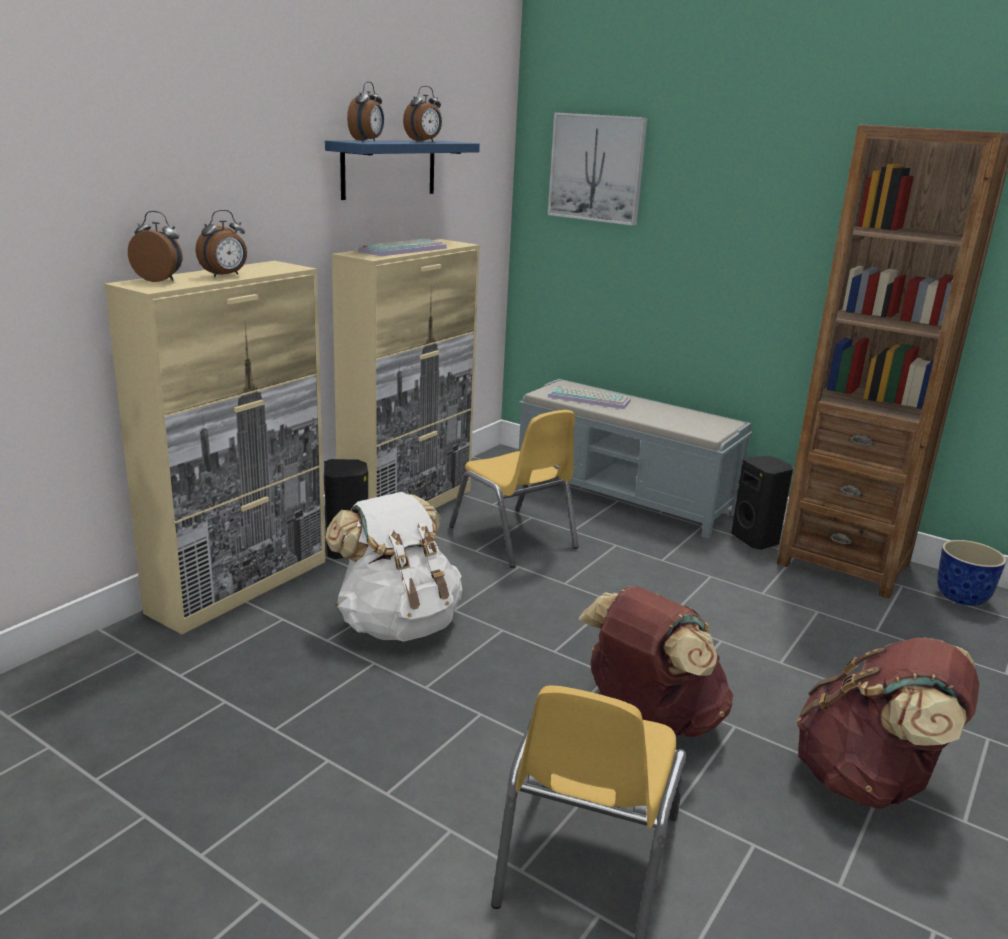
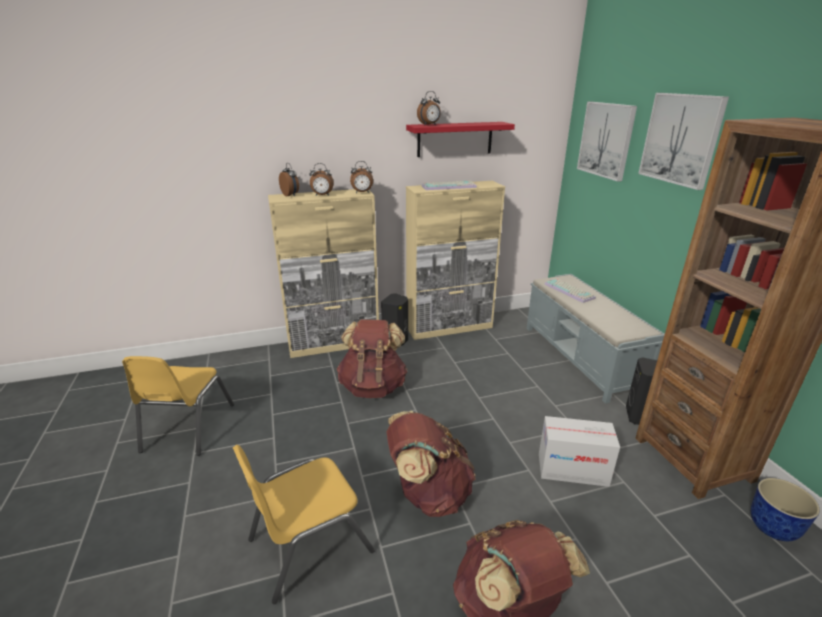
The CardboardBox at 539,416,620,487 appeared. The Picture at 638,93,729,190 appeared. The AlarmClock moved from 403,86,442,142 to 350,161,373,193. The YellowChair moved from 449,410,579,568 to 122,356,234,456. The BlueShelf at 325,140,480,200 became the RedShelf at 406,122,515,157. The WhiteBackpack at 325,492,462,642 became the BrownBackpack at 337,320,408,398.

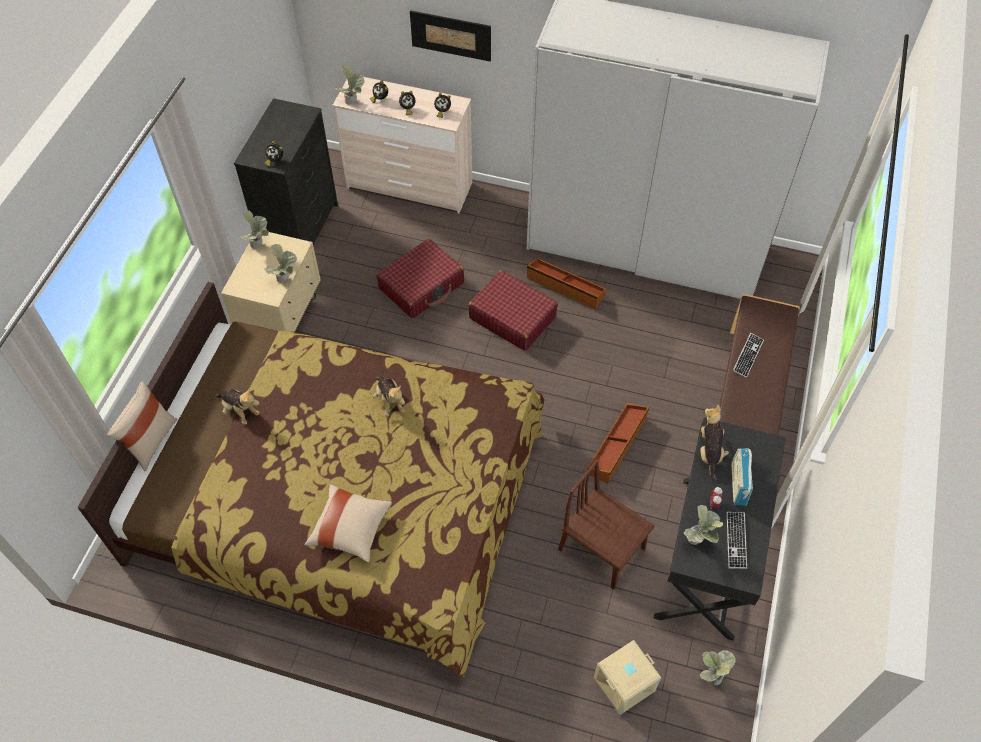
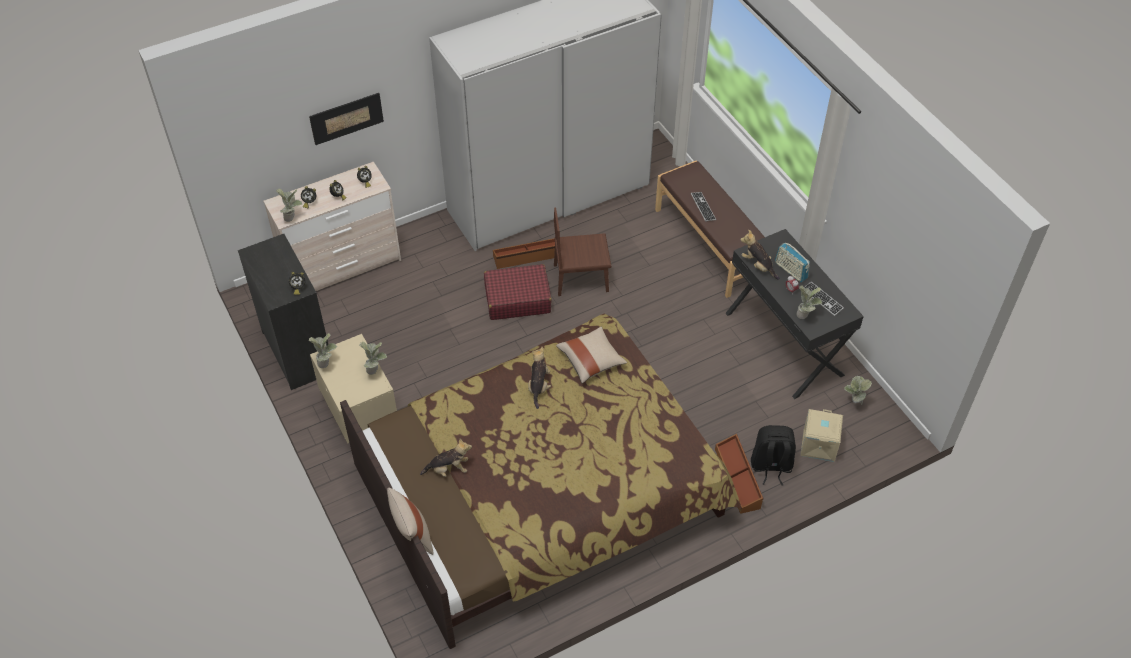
The RedSuitcase at 376,239,464,318 disappeared. The BlackBackpack at 751,425,796,486 appeared. The BeigePillow moved from 304,485,392,563 to 556,327,627,383. The BrownChair moved from 558,460,654,590 to 554,208,611,296. The BrownStorageBox moved from 587,403,650,484 to 715,434,763,514. The PlushToy at 373,376,405,416 turned 105 degrees counterclockwise.

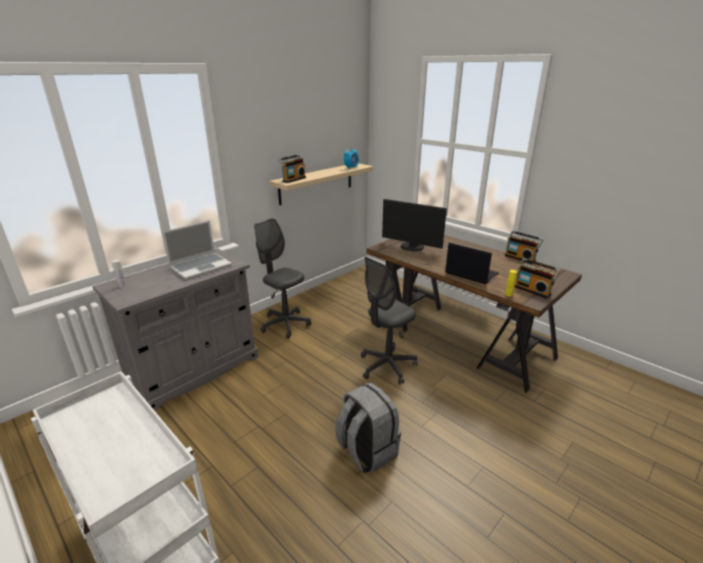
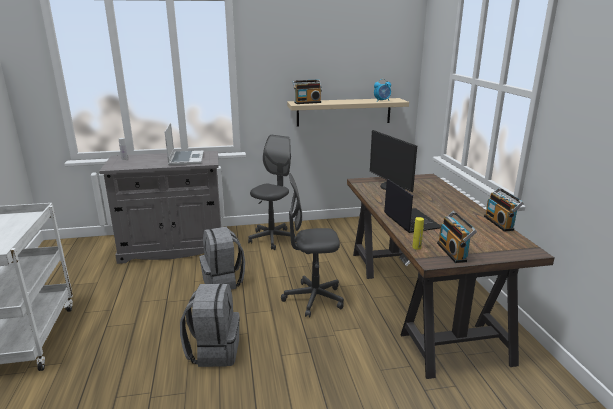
The GreyBackpack at 200,227,245,290 appeared. The Laptop at 162,220,232,280 turned 90 degrees counterclockwise. The GreyOfficeChair at 254,218,311,339 turned 45 degrees clockwise.

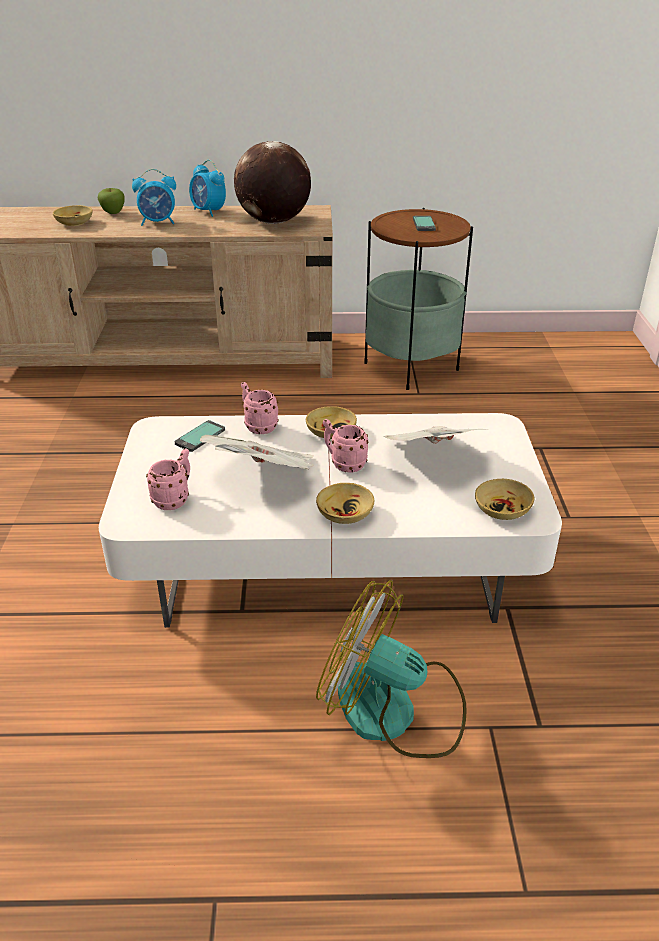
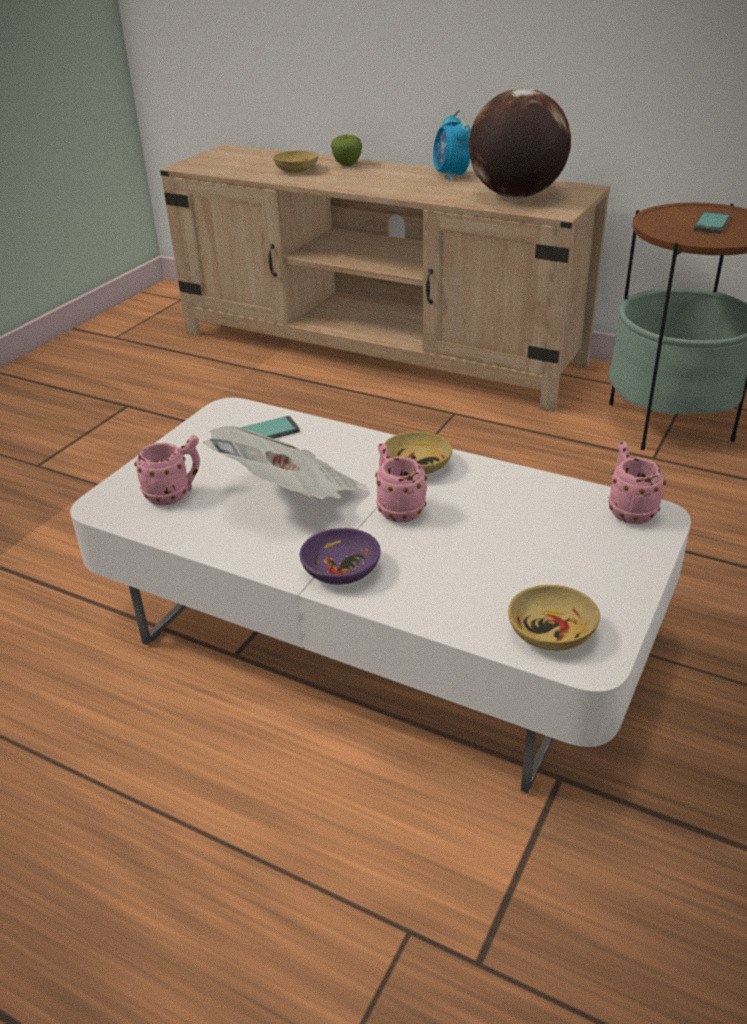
The AlarmClock at 132,169,176,226 disappeared. The Fan at 316,580,467,758 disappeared. The Newspaper at 383,426,488,444 disappeared. The PinkMug moved from 241,382,279,434 to 608,441,666,524. The BeigeBowl at 316,483,374,524 became the PurpleBowl at 299,528,381,585.

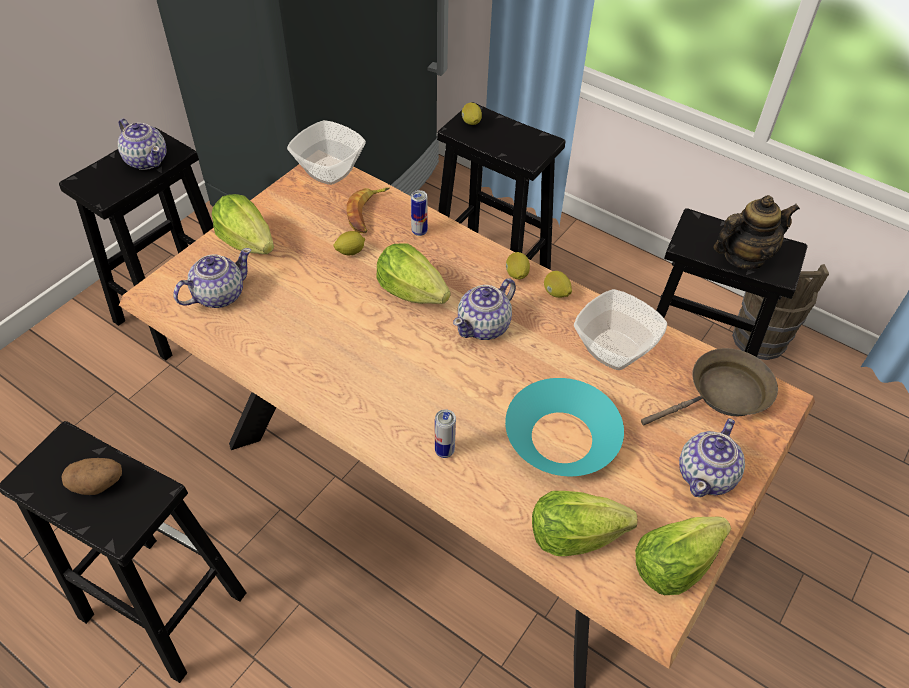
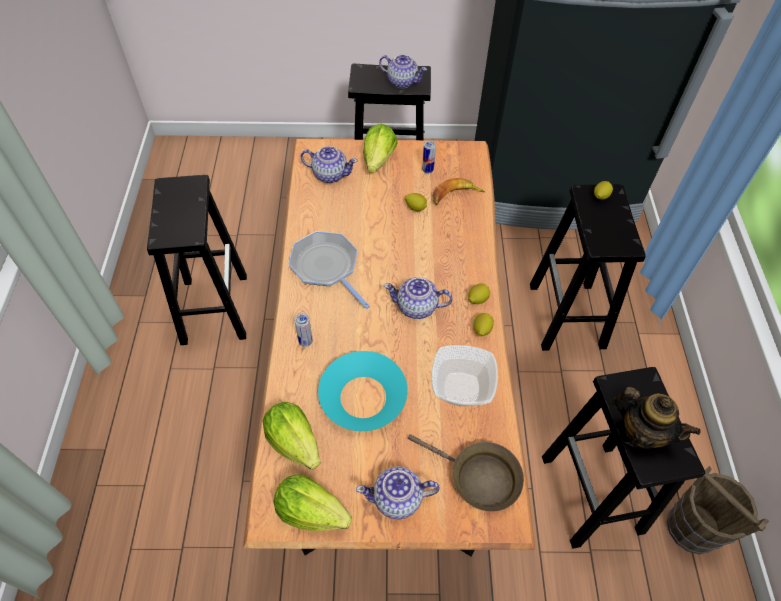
The Potato at 62,458,122,495 disappeared. The Bowl at 287,120,366,185 disappeared. The Lettuce at 376,243,450,304 disappeared. The FryingPan at 288,231,370,309 appeared. The Can moved from 411,190,428,236 to 422,141,436,174. The Teapot at 118,118,166,170 turned 75 degrees counterclockwise.

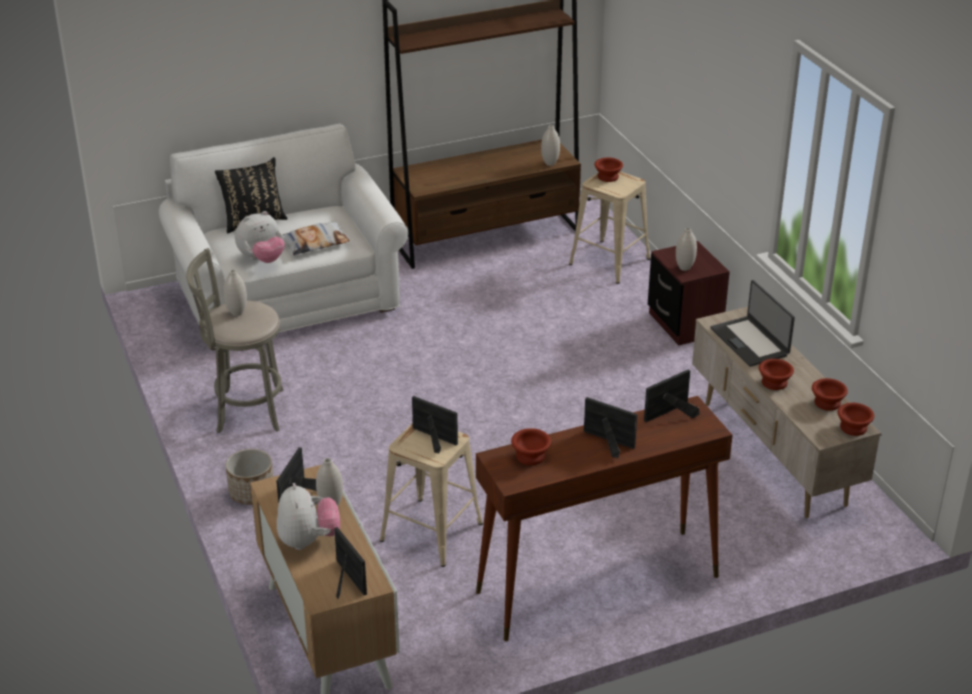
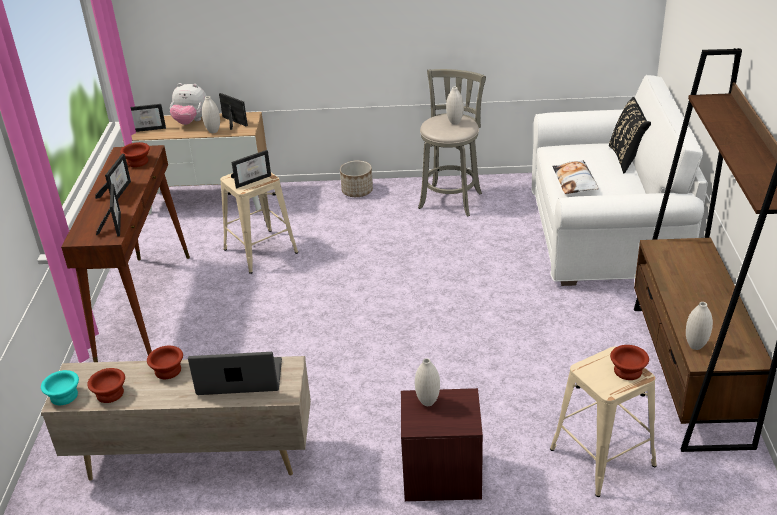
The PlushToy at 235,211,285,263 disappeared. The BrownBowl at 838,403,874,436 became the TurquoiseBowl at 41,370,79,405. The PictureFrame at 584,397,637,458 turned 45 degrees counterclockwise.

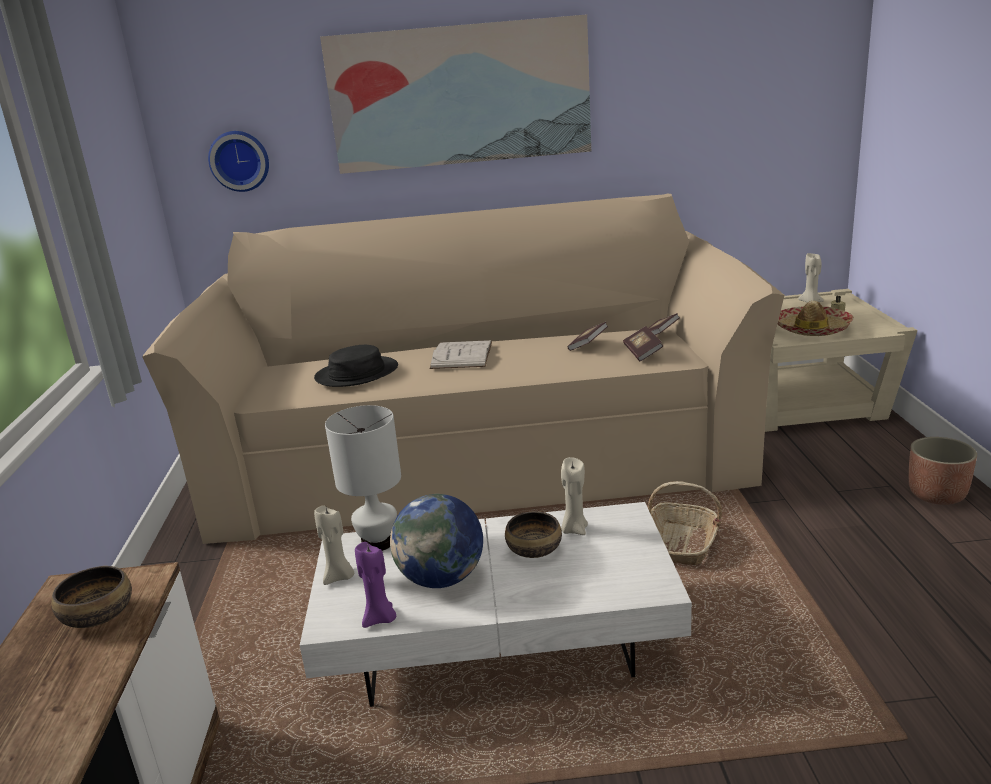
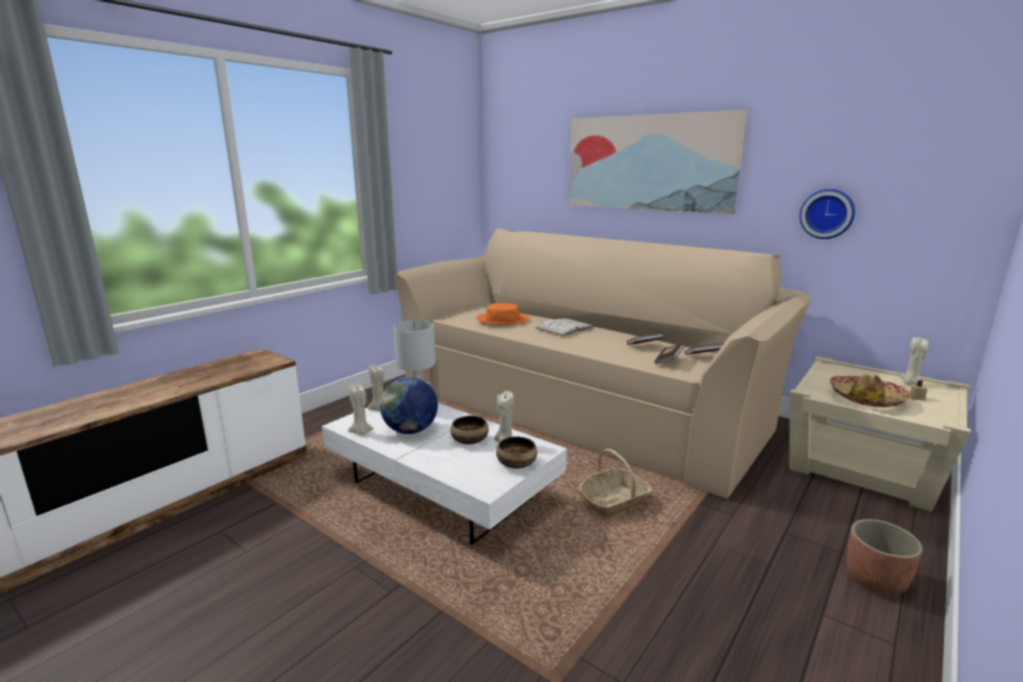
The Bowl moved from 51,566,132,628 to 496,436,537,469. The WallClock moved from 208,131,269,192 to 800,189,855,239. The BlackHat at 314,345,398,387 became the OrangeHat at 476,303,529,325. The PurpleCandle at 355,542,396,628 became the BeigeCandle at 348,384,374,436.

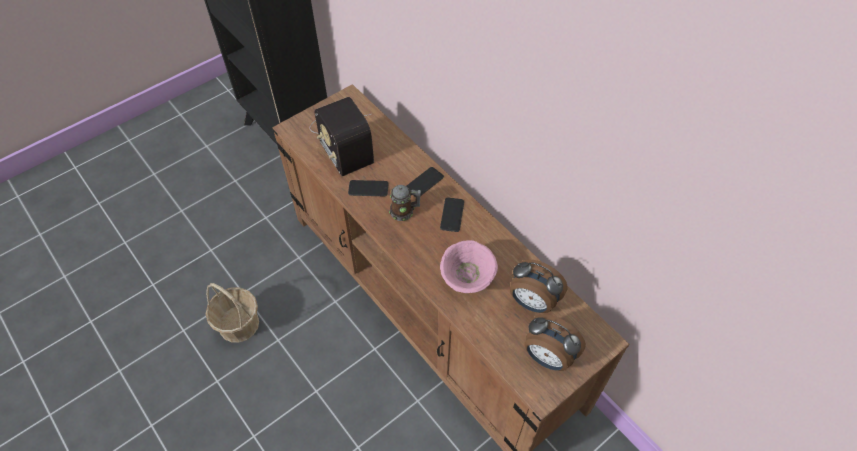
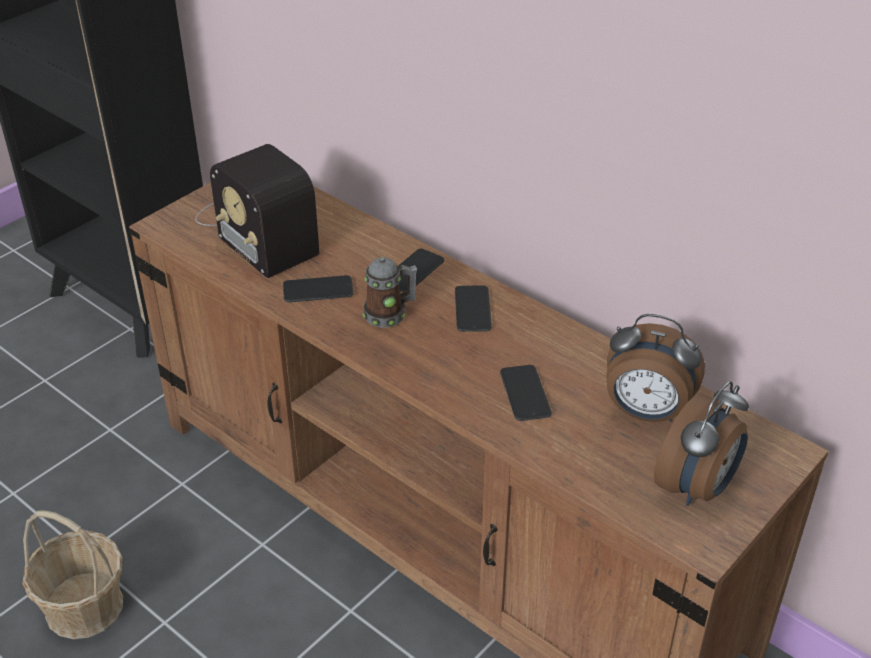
The PinkBowl at 440,240,498,293 was replaced by the Phone at 500,365,552,421. The AlarmClock at 524,314,586,371 turned 75 degrees counterclockwise.

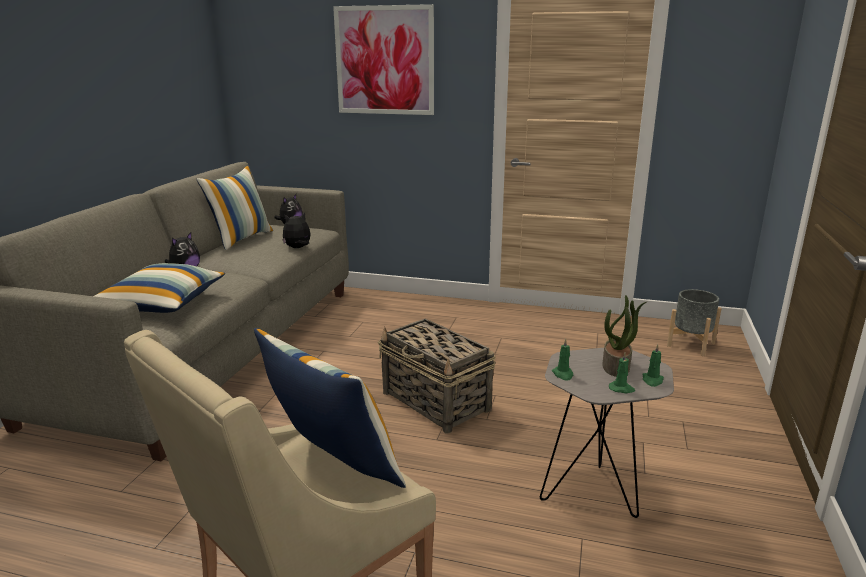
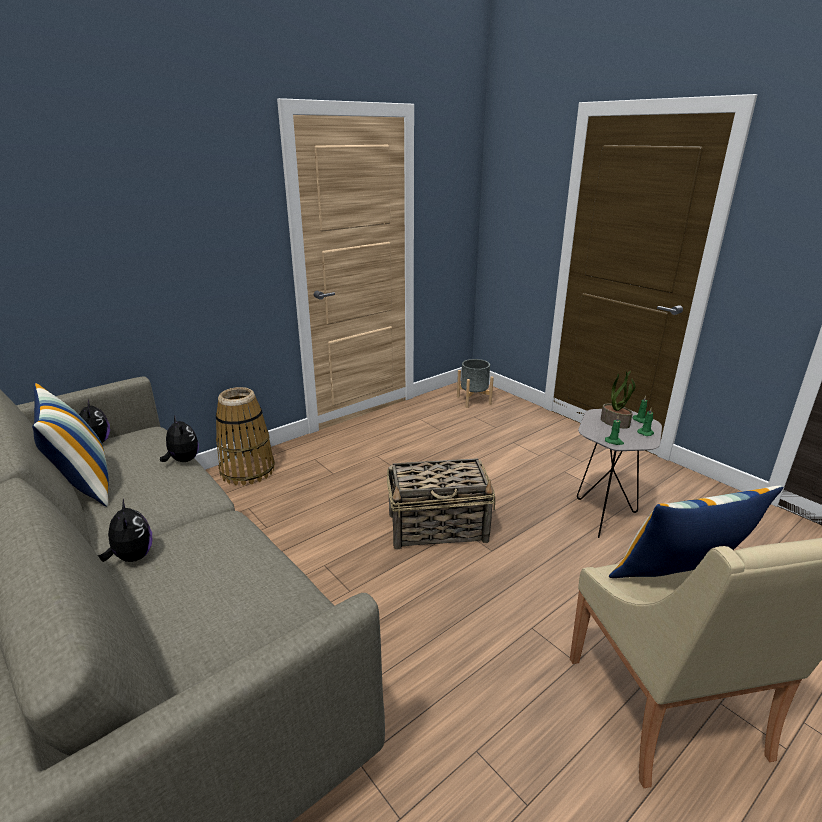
The Pillow at 95,263,225,313 disappeared. The Picture at 333,4,434,115 disappeared. The Basket at 216,387,275,486 appeared. The PlushToy at 283,213,310,248 turned 135 degrees clockwise.

